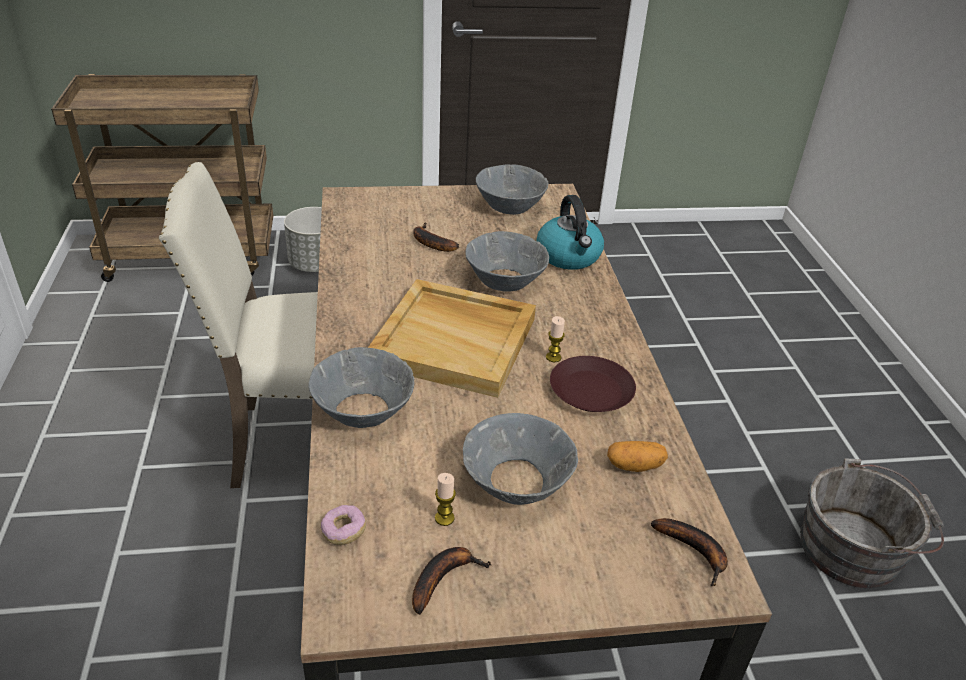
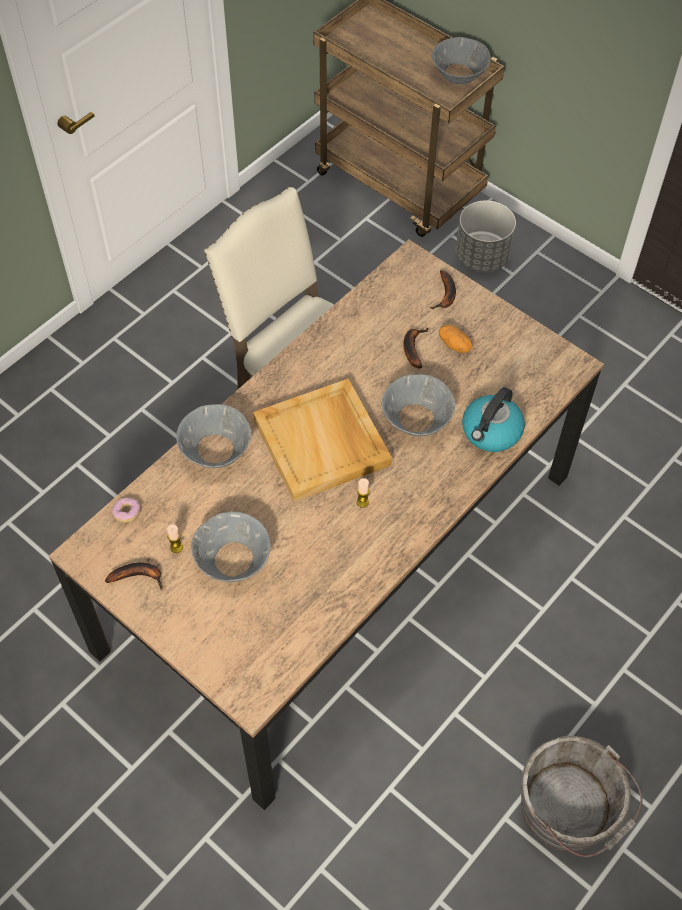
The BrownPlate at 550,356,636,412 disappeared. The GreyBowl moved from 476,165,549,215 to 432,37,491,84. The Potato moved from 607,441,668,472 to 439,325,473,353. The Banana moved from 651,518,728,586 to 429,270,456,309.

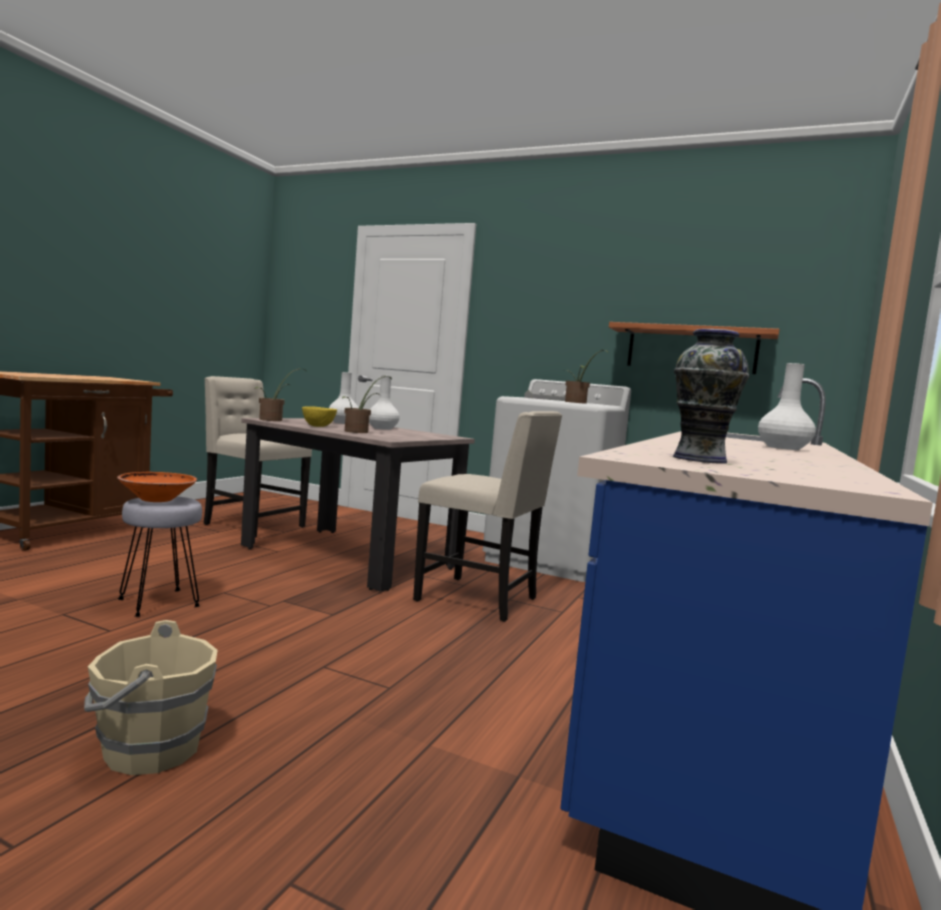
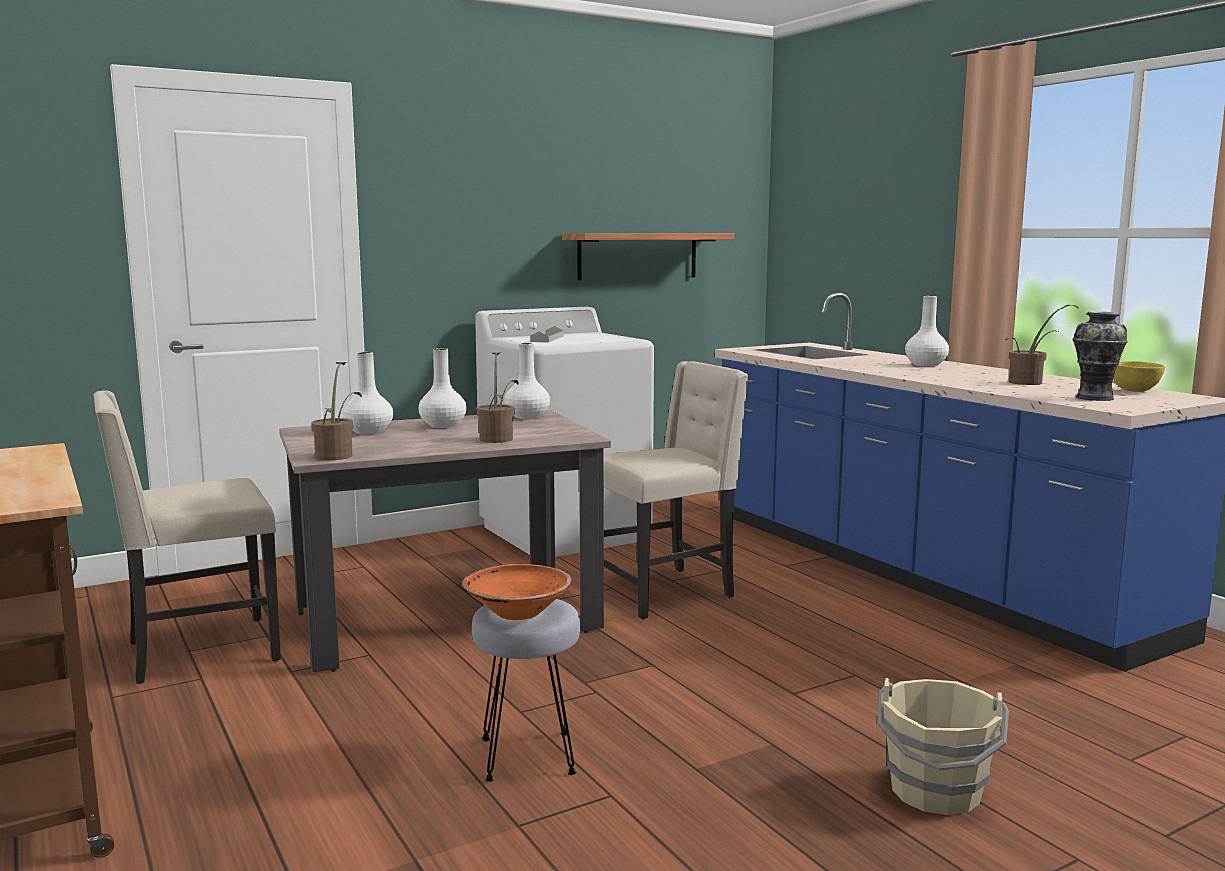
The WhiteVase at 504,343,550,419 appeared. The YellowBowl moved from 302,406,337,427 to 1113,361,1165,392. The PottedPlant moved from 562,350,608,404 to 1006,305,1079,385.

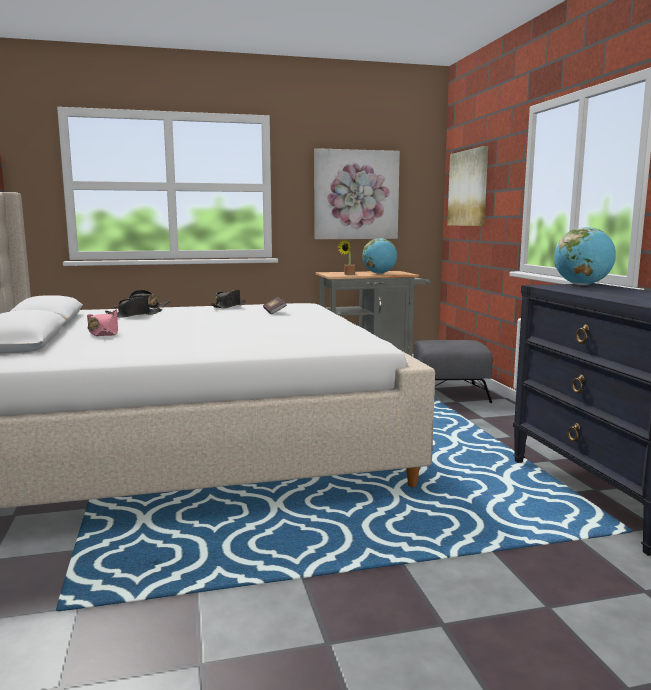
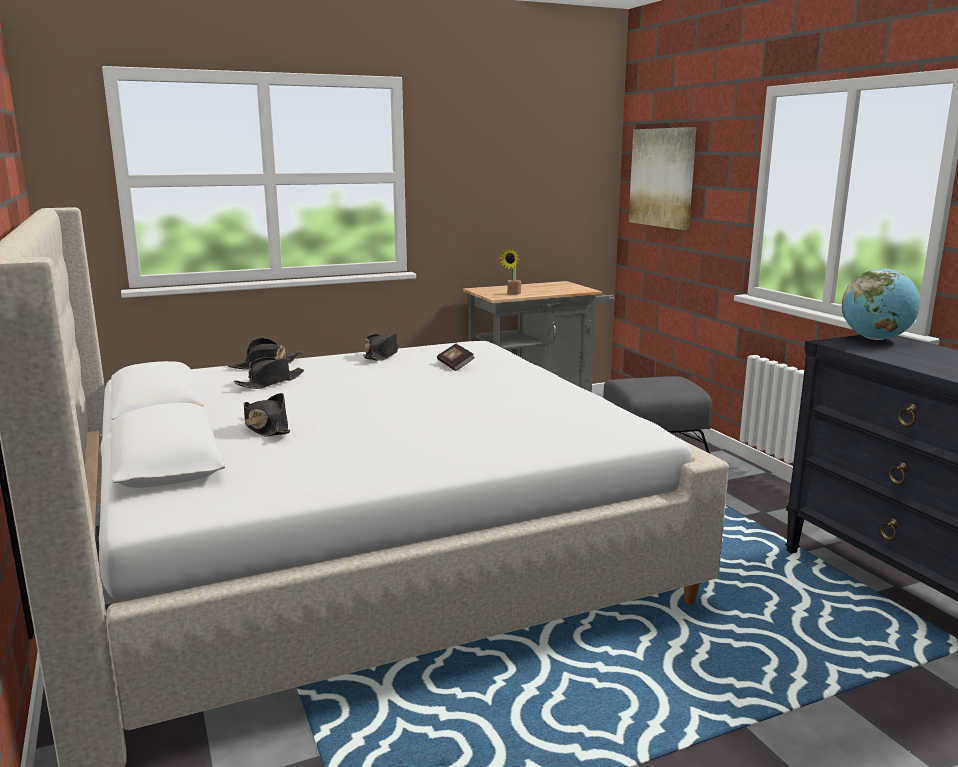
The Picture at 314,148,400,239 disappeared. The Globe at 362,238,397,274 disappeared. The PinkHat at 87,309,118,336 became the BlackHat at 244,393,290,437.

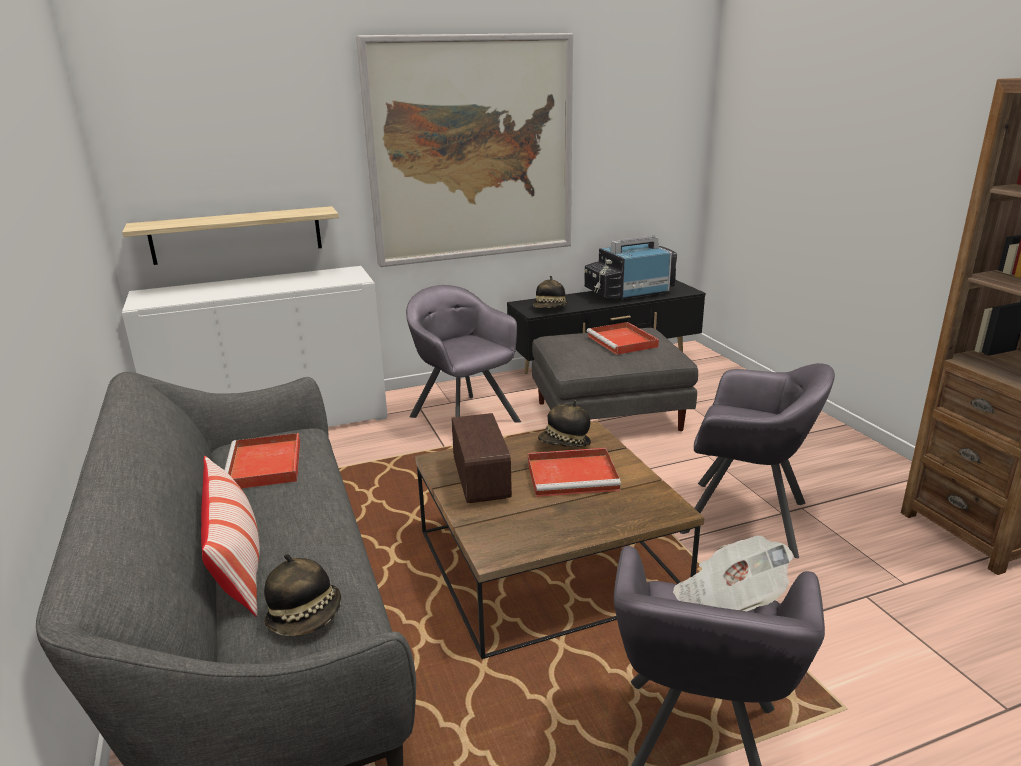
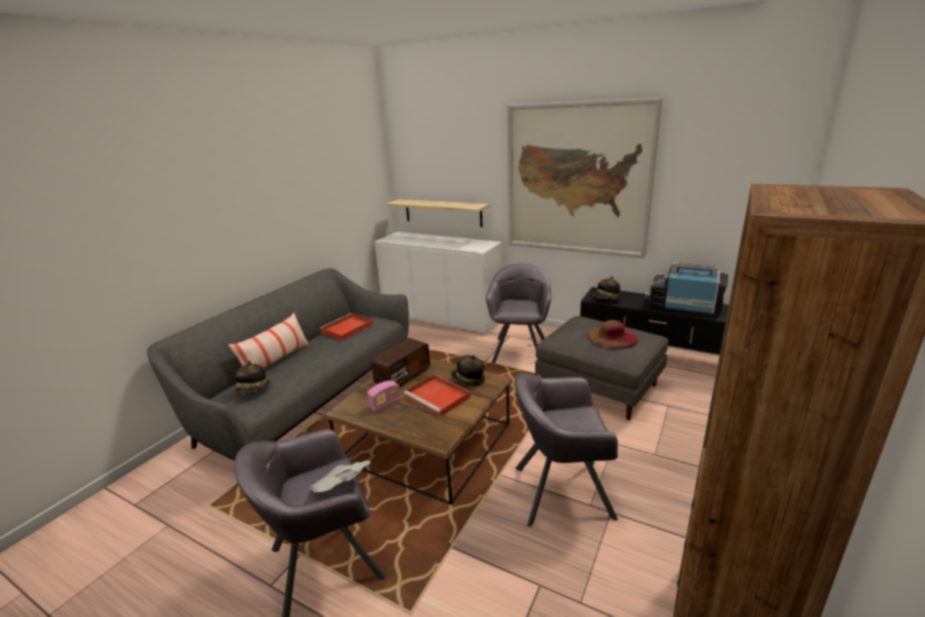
The Radio at 367,380,401,412 appeared. The RedTray at 587,322,659,355 was replaced by the BrownHat at 587,320,638,349. The GreyArmchair at 680,363,835,558 turned 105 degrees clockwise.

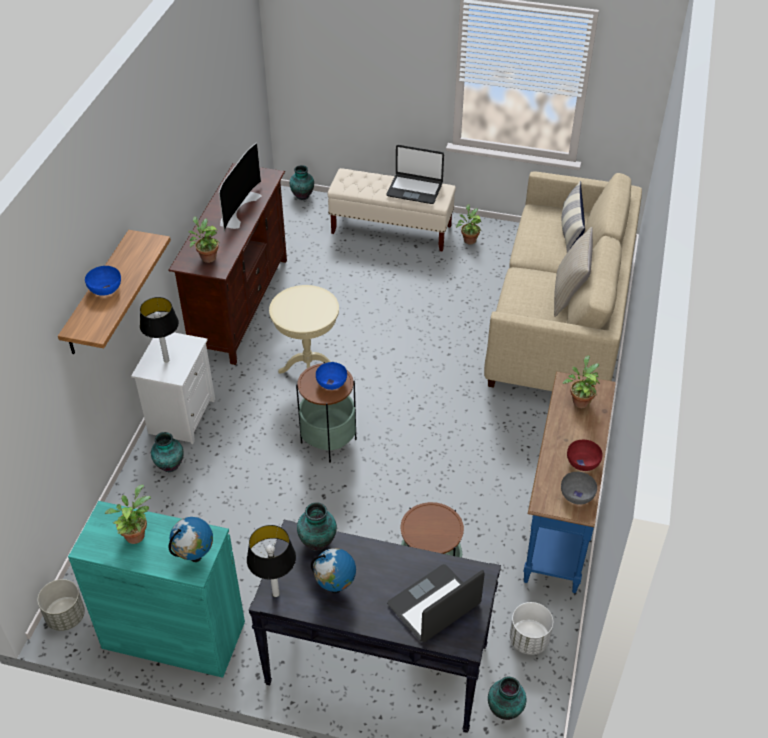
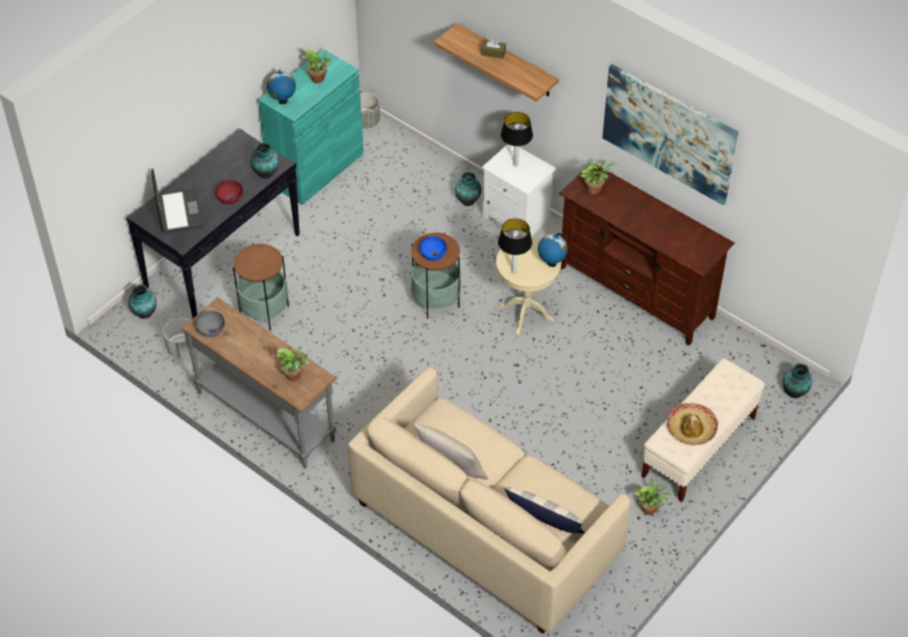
The Television at 219,143,262,232 disappeared. The Picture at 602,64,738,205 appeared. The TableLamp moved from 247,525,296,597 to 498,218,532,274. The Globe moved from 311,548,356,593 to 538,233,568,267. The RedBowl moved from 567,440,603,471 to 215,180,243,204. The BlueBowl at 85,266,121,296 was replaced by the BrownTissueBox at 481,39,506,59. The Laptop at 387,145,444,204 was replaced by the Hat at 667,403,718,445. The BlueConsoleTable at 524,371,616,593 became the GreyConsoleTable at 181,298,337,469.

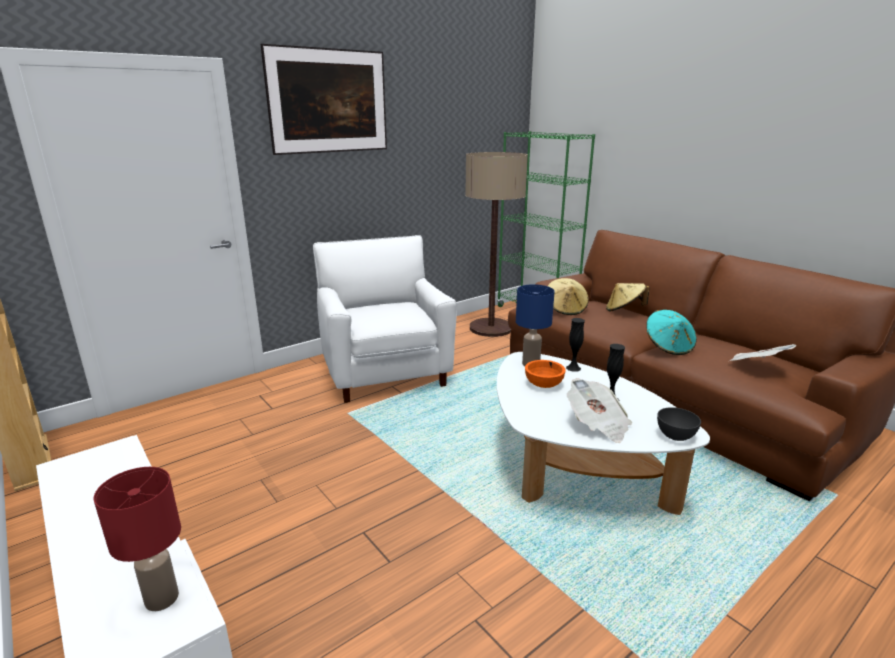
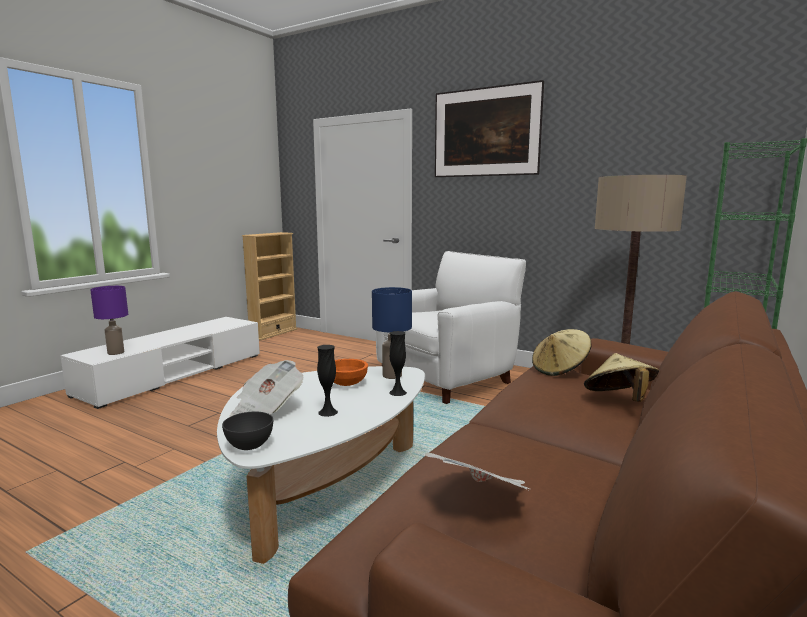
The TurquoiseHat at 647,310,697,355 disappeared. The RedTableLamp at 94,467,181,611 became the PurpleTableLamp at 90,286,128,355.

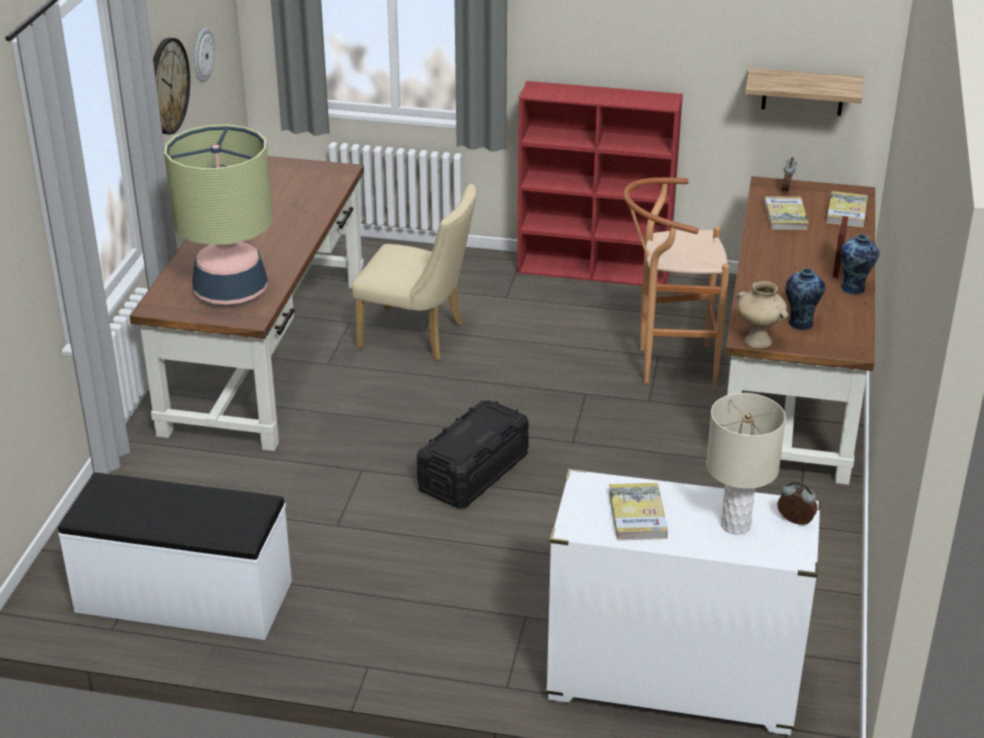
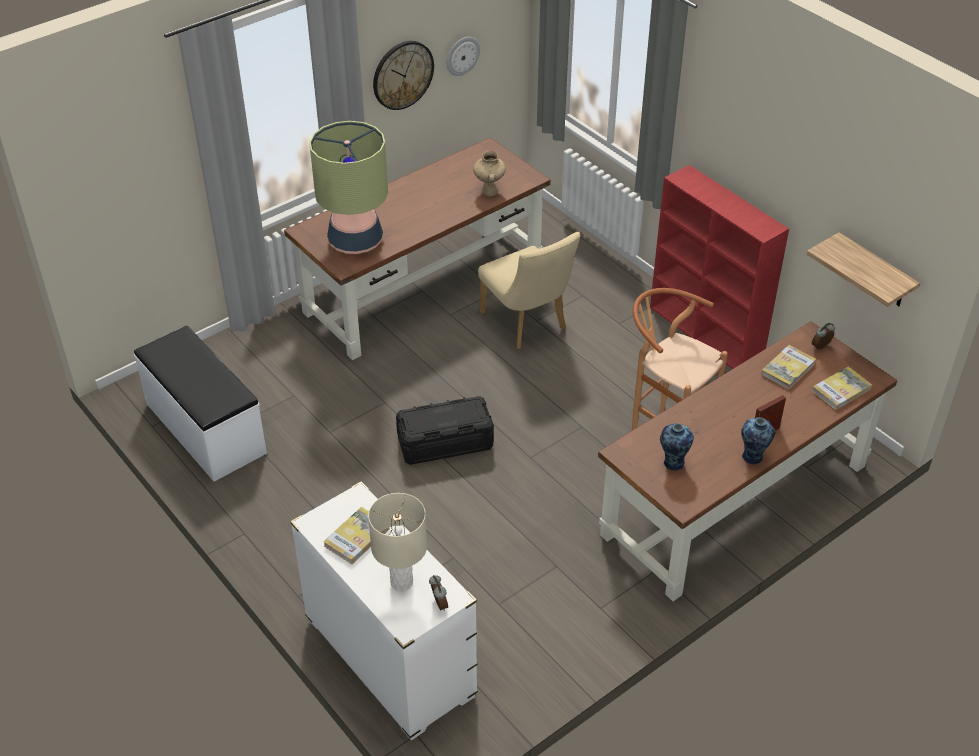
The BeigeVase moved from 736,281,788,348 to 473,151,506,196.

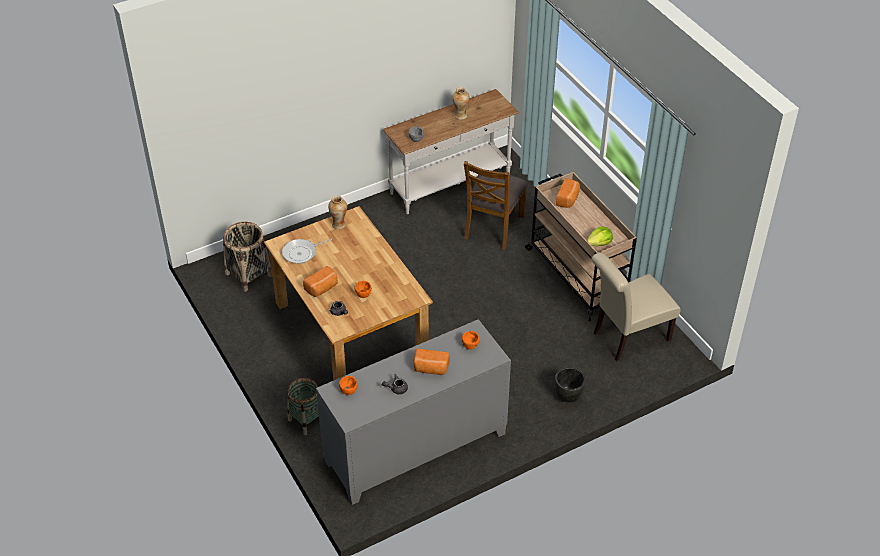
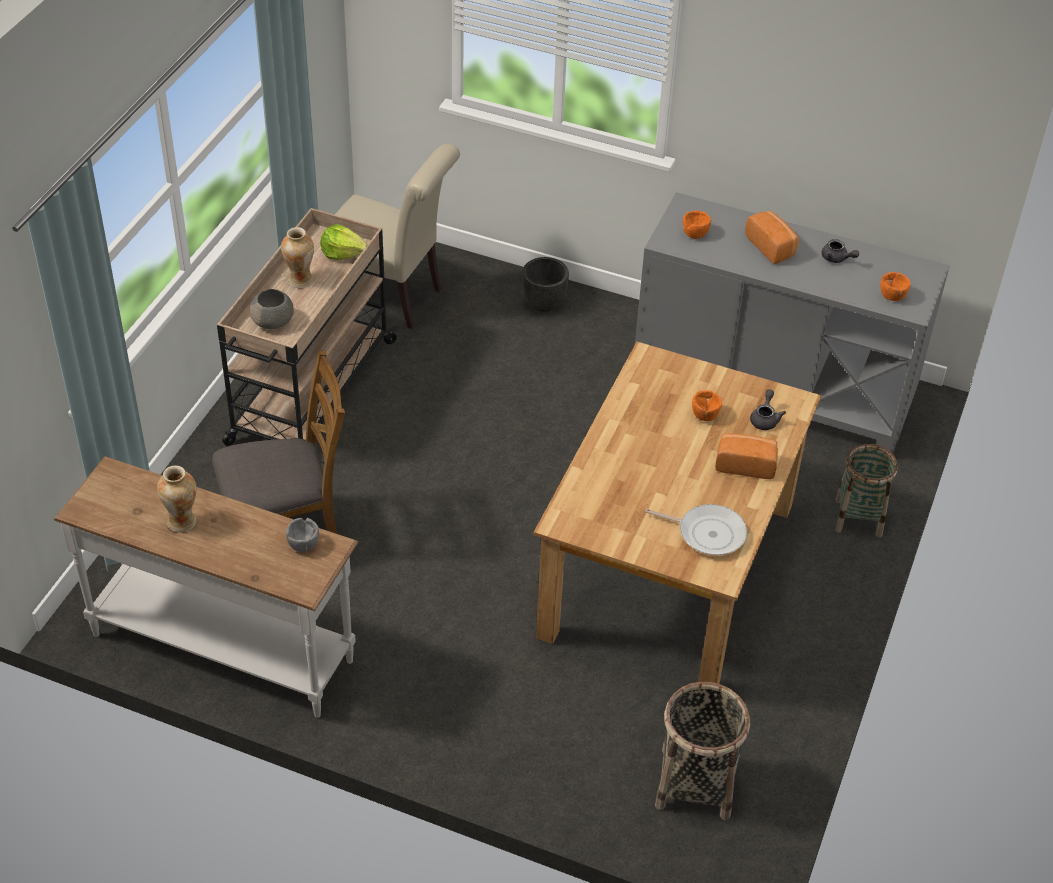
The Vase moved from 328,195,347,230 to 281,227,314,288. The Bread at 556,178,580,208 was replaced by the GreyBowl at 250,289,294,329.

